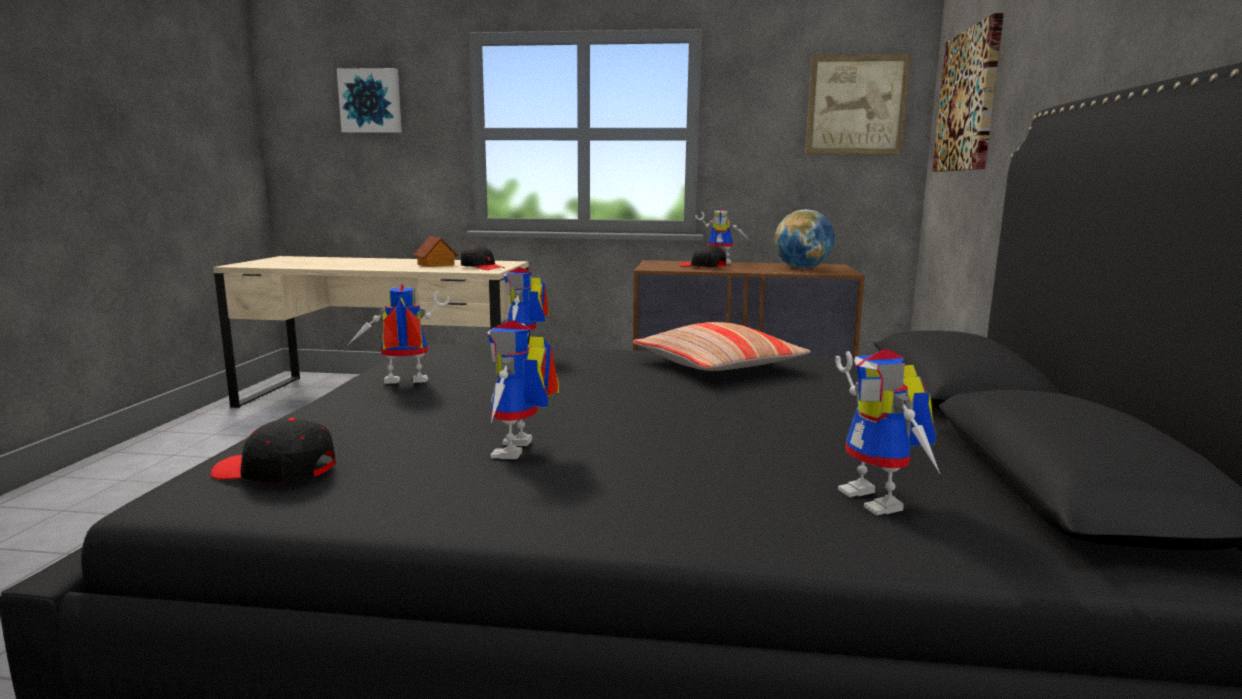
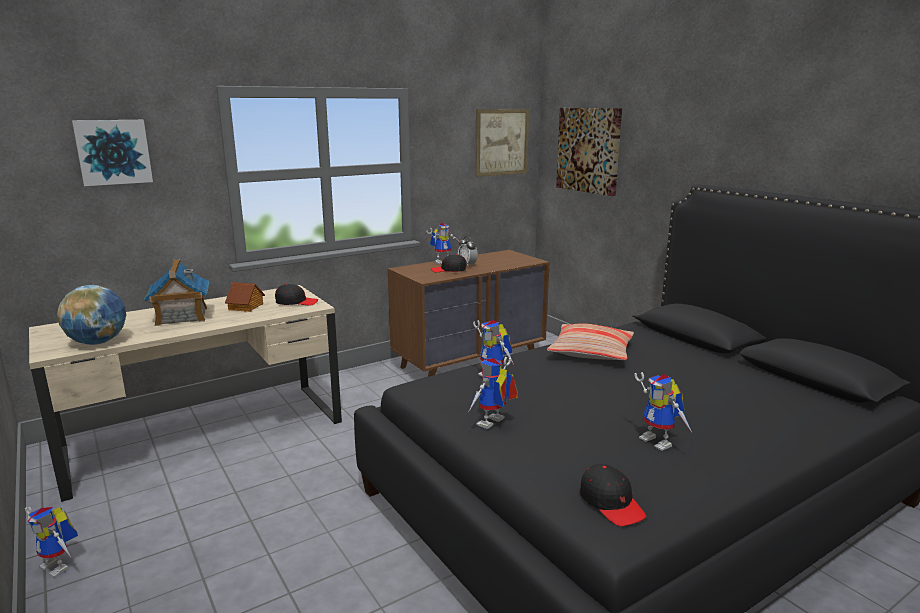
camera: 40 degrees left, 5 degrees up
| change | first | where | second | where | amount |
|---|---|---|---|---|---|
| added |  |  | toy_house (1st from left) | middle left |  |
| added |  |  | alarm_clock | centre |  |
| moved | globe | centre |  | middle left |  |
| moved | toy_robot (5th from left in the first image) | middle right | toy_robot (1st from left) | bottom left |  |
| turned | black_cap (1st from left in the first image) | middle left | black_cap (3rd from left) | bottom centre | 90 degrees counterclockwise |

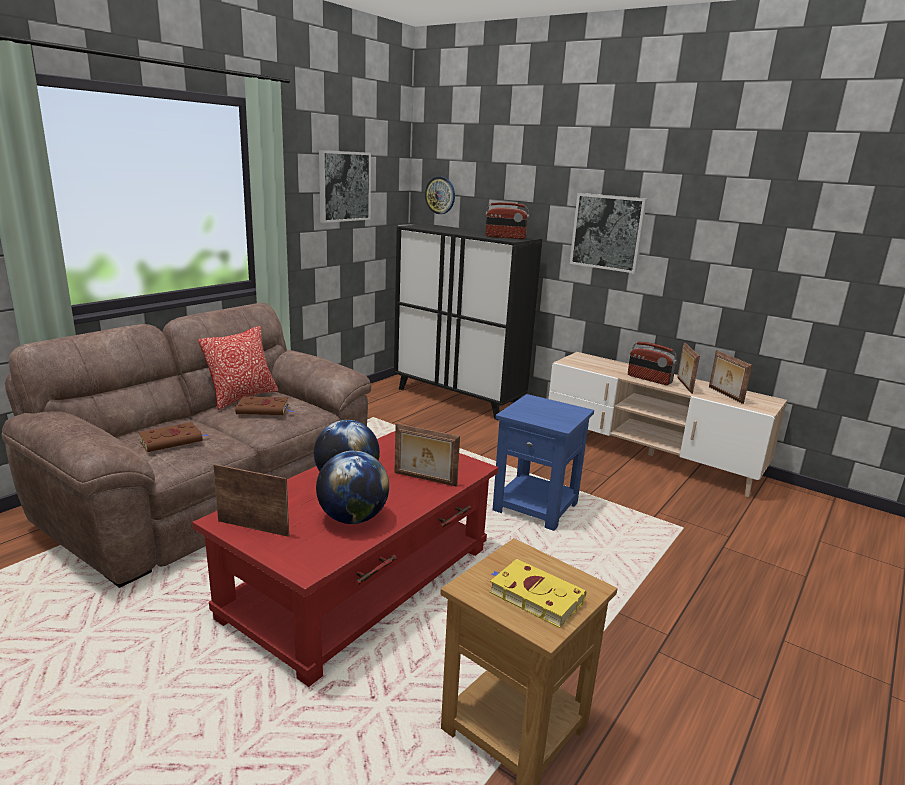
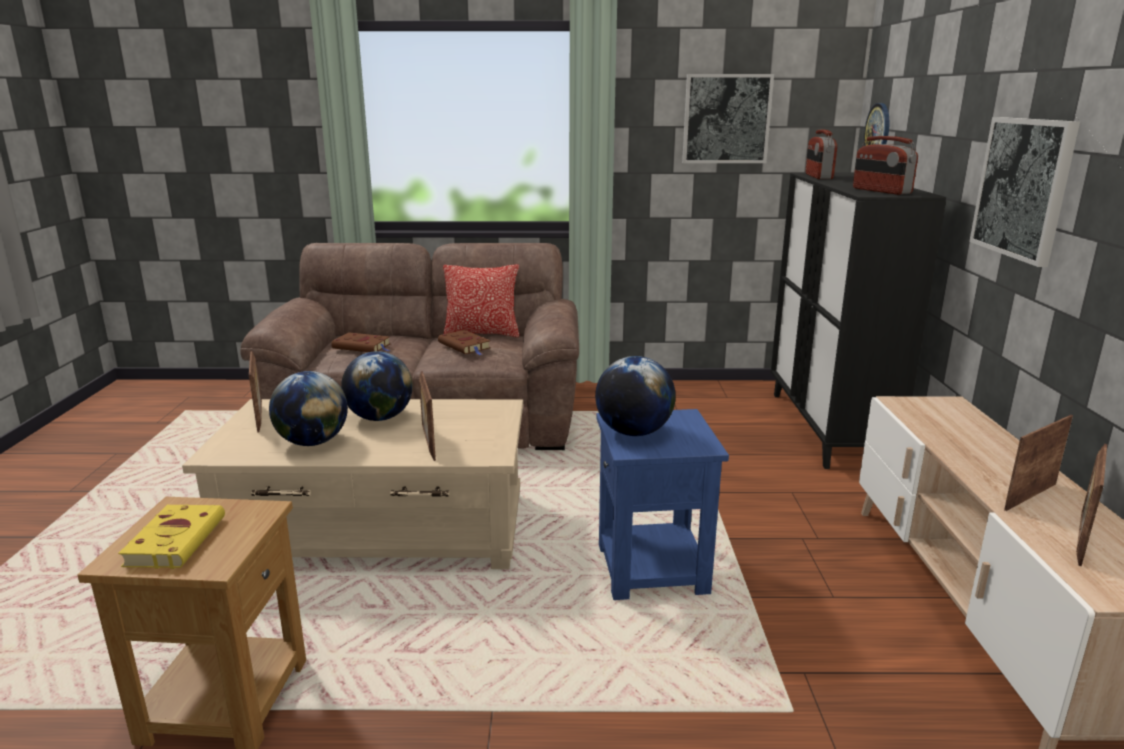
camera: 55 degrees right, 0 degrees up
| change | first | where | second | where | amount |
|---|---|---|---|---|---|
| added |  |  | globe (3rd from left) | centre |  |
| moved | radio (2nd from left in the first image) | middle right | radio (1st from left) | top right |  |
| recoloured | red_coffee_table | bottom centre | beige_coffee_table | middle left |  |

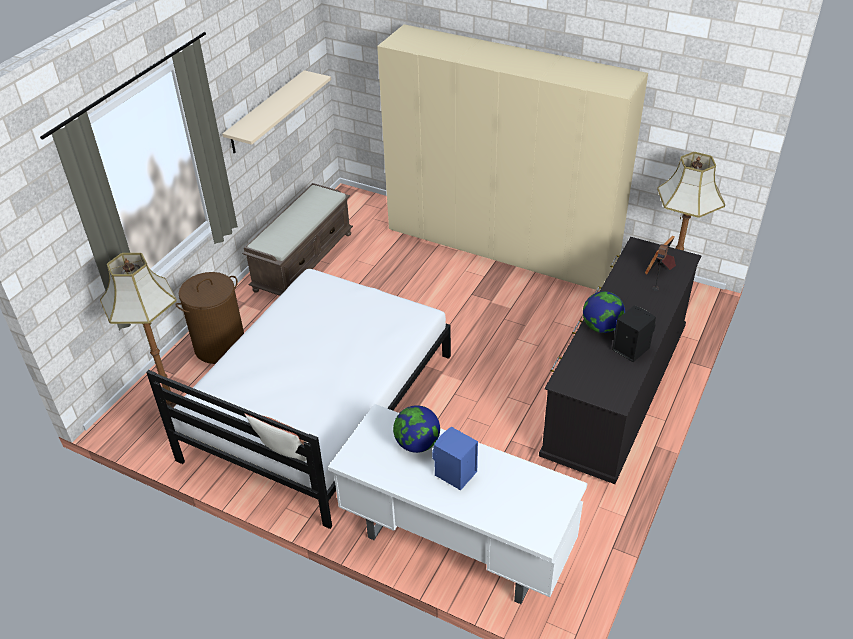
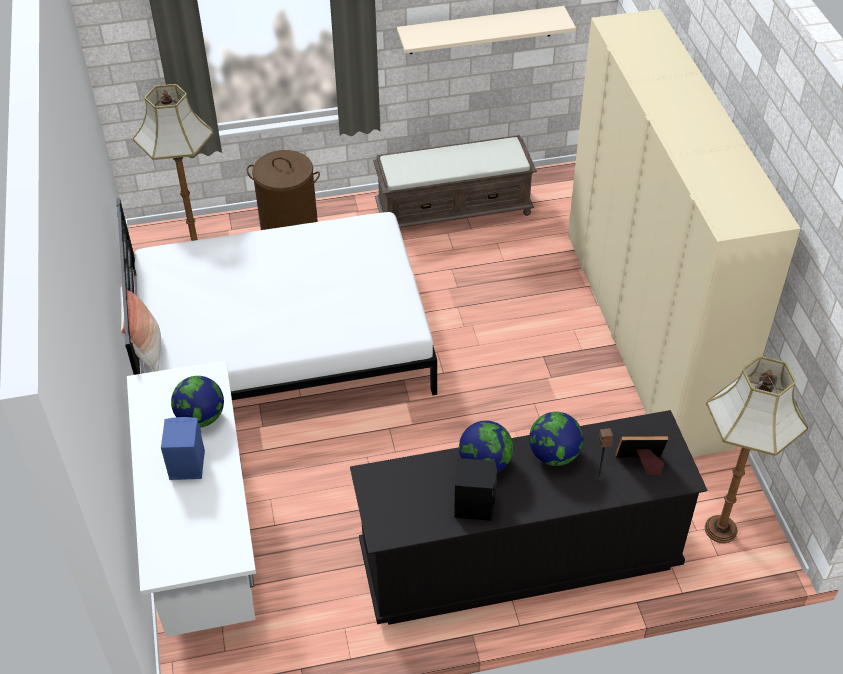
camera: 50 degrees right, 5 degrees up
| change | first | where | second | where | amount |
|---|---|---|---|---|---|
| added |  |  | globe (3rd from left) | centre |  |

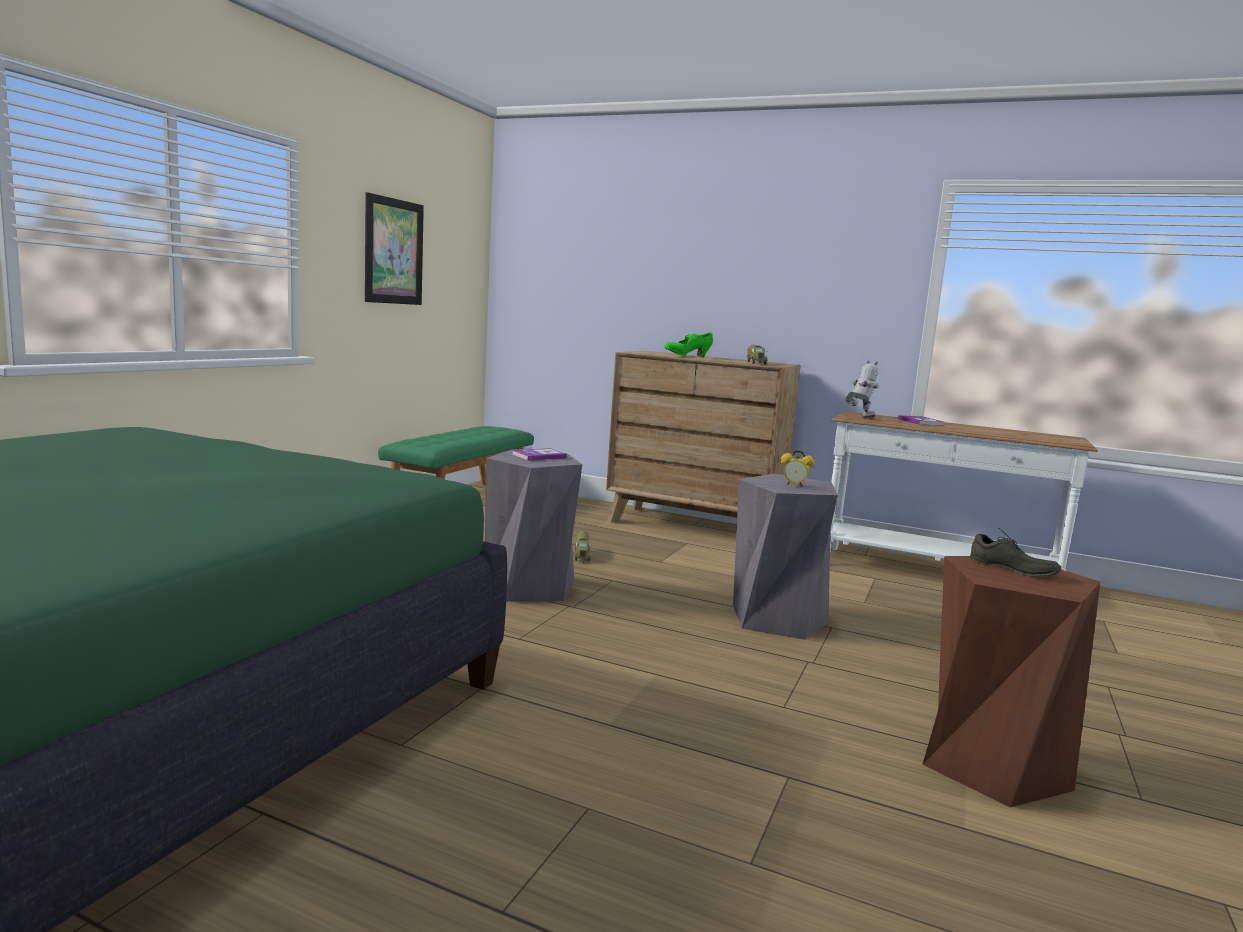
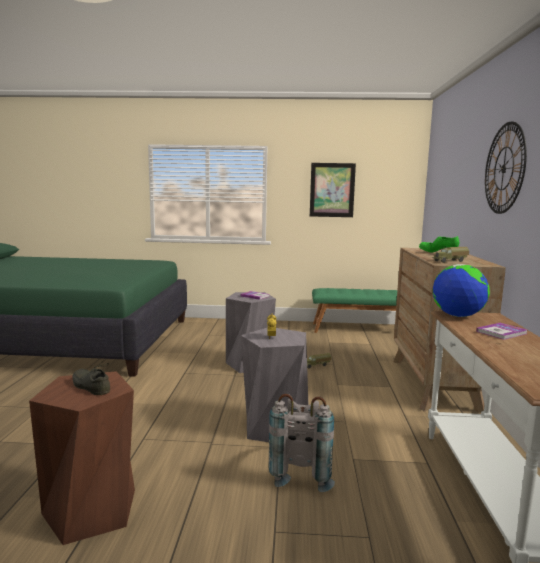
camera: 70 degrees right, 0 degrees up
| change | first | where | second | where | amount |
|---|---|---|---|---|---|
| added |  |  | grey_backpack | bottom centre |  |
| added |  |  | wall_clock | top right |  |
| replaced | toy_robot | middle right | globe | middle right |  |
| turned | grey_shoe | middle right |  | bottom left | 105 degrees clockwise |

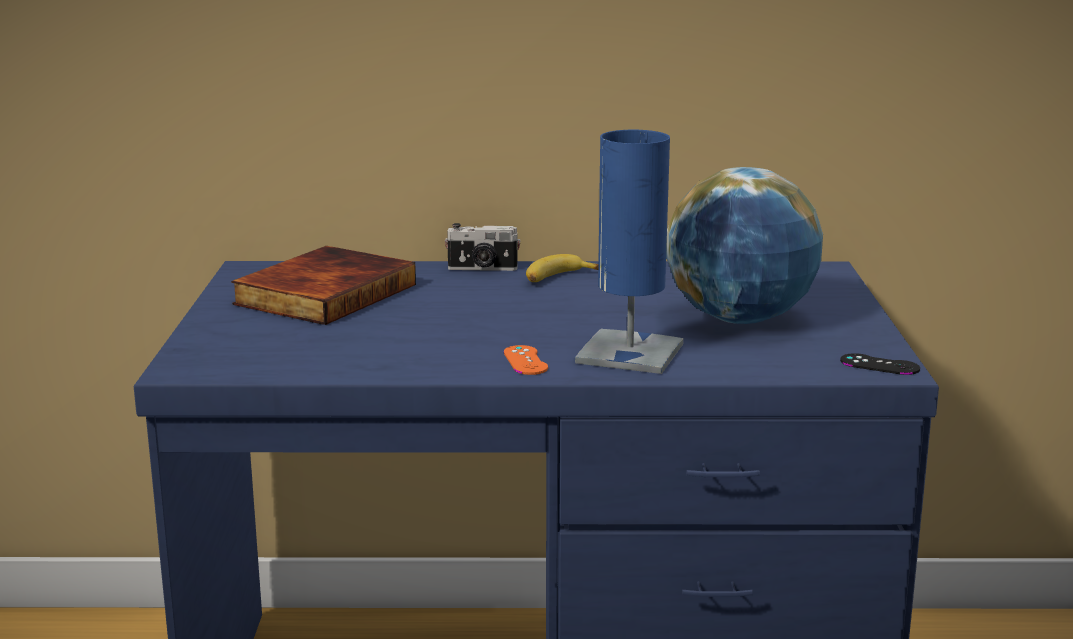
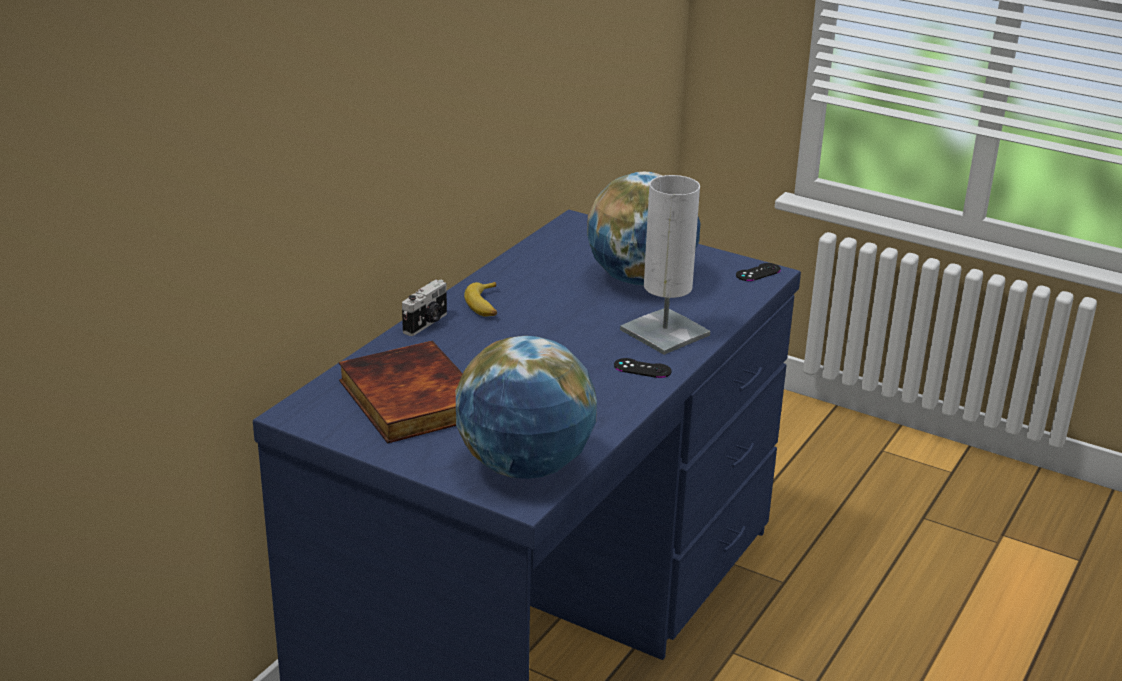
camera: 60 degrees left, 10 degrees up
| change | first | where | second | where | amount |
|---|---|---|---|---|---|
| added |  |  | globe (1st from left) | centre |  |
| recoloured | orange_game_controller | centre | black_game_controller (1st from left) | centre |  |
| recoloured | blue_table_lamp | centre | white_table_lamp | centre |  |

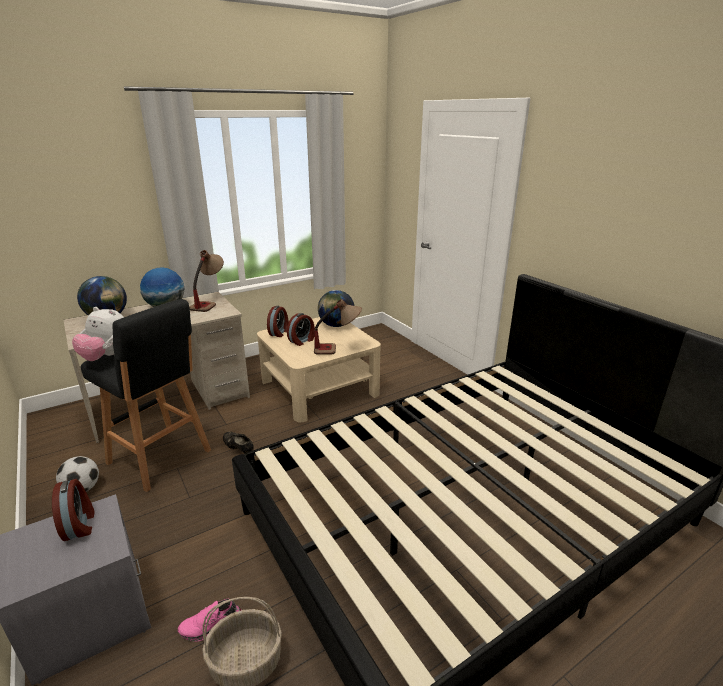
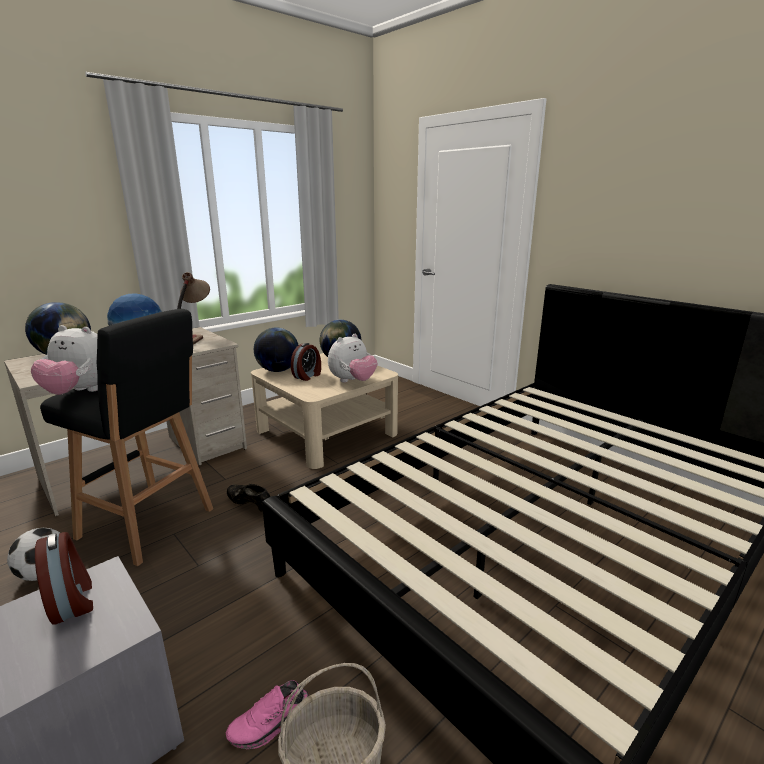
camera: 10 degrees left, 5 degrees down
| change | first | where | second | where | amount |
|---|---|---|---|---|---|
| replaced | alarm_clock (2nd from left) | centre | globe (3rd from left) | centre |  |
| replaced | table_lamp (2nd from left) | centre | plush_toy (2nd from left) | centre |  |

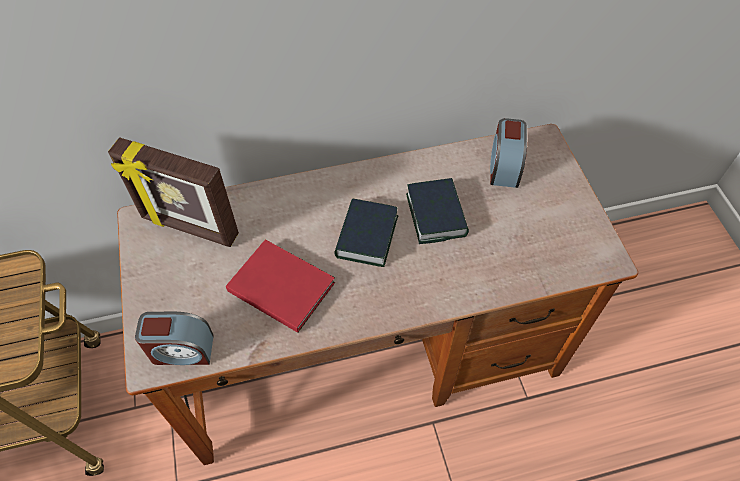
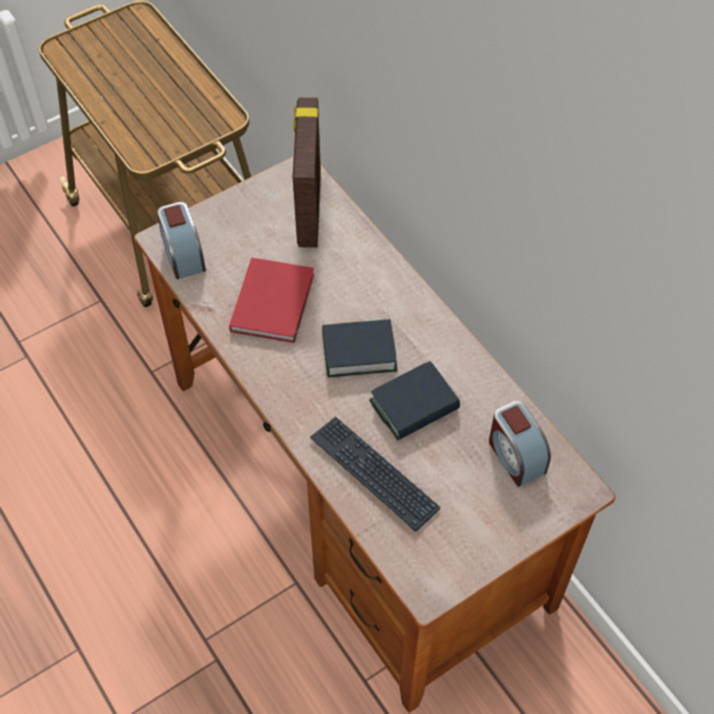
camera: 70 degrees right, 0 degrees up
| change | first | where | second | where | amount |
|---|---|---|---|---|---|
| added |  |  | keyboard | centre |  |
| turned | alarm_clock (2nd from left) | top right |  | middle right | 105 degrees counterclockwise |

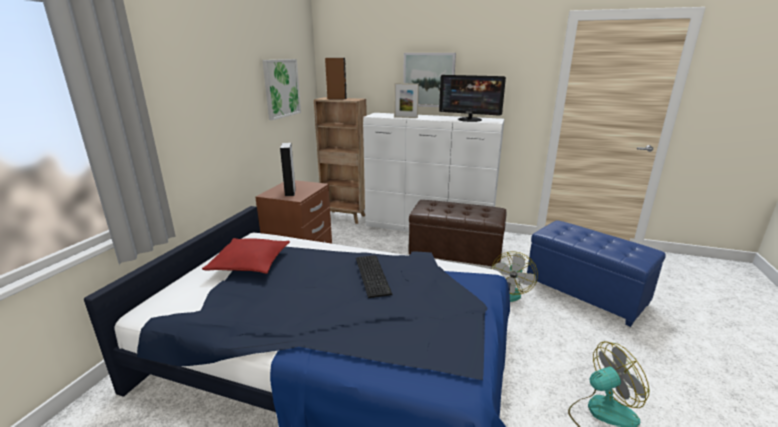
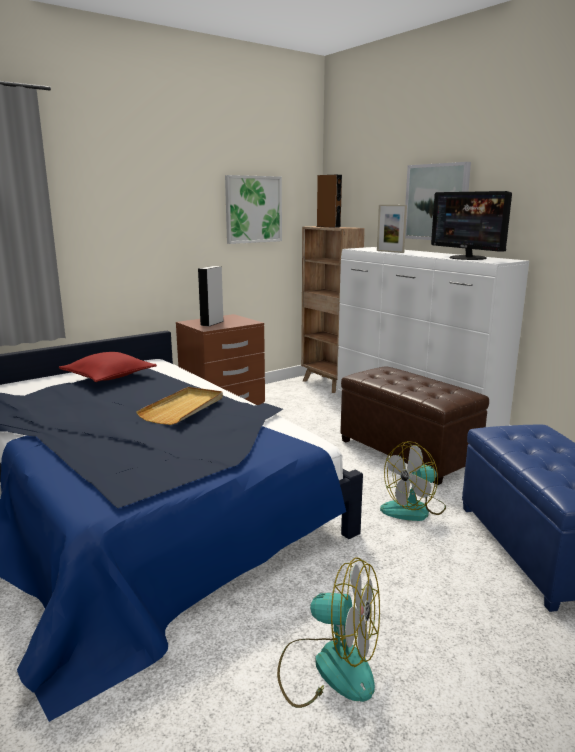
camera: 35 degrees right, 5 degrees down
| change | first | where | second | where | amount |
|---|---|---|---|---|---|
| replaced | keyboard | centre | beige_tray | middle left |  |

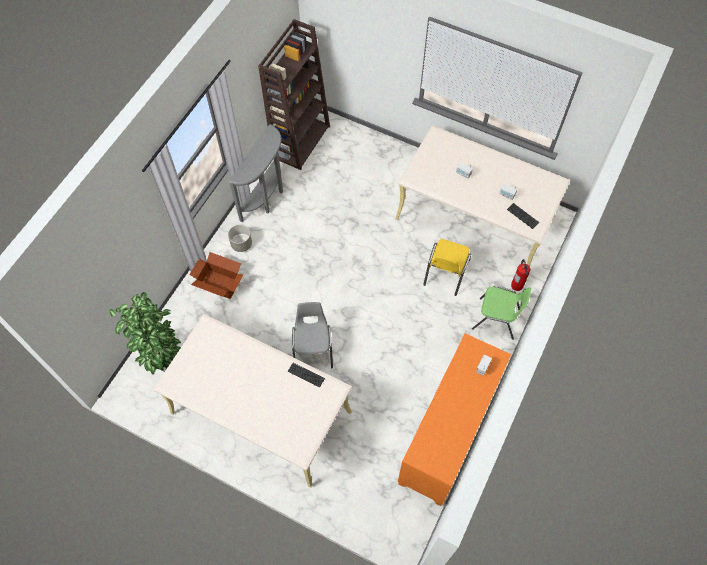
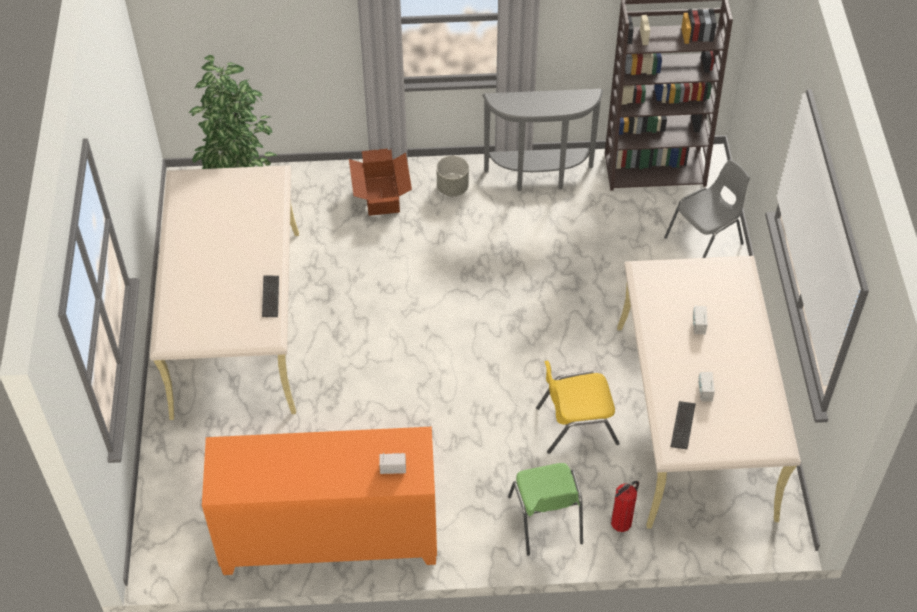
camera: 60 degrees right, 10 degrees down
| change | first | where | second | where | amount |
|---|---|---|---|---|---|
| moved | grey_chair | centre |  | middle right |  |

